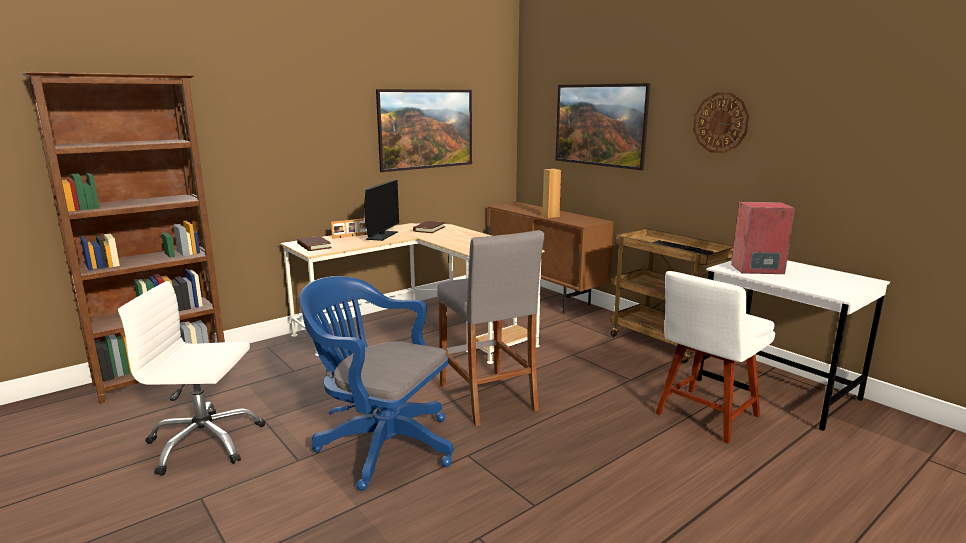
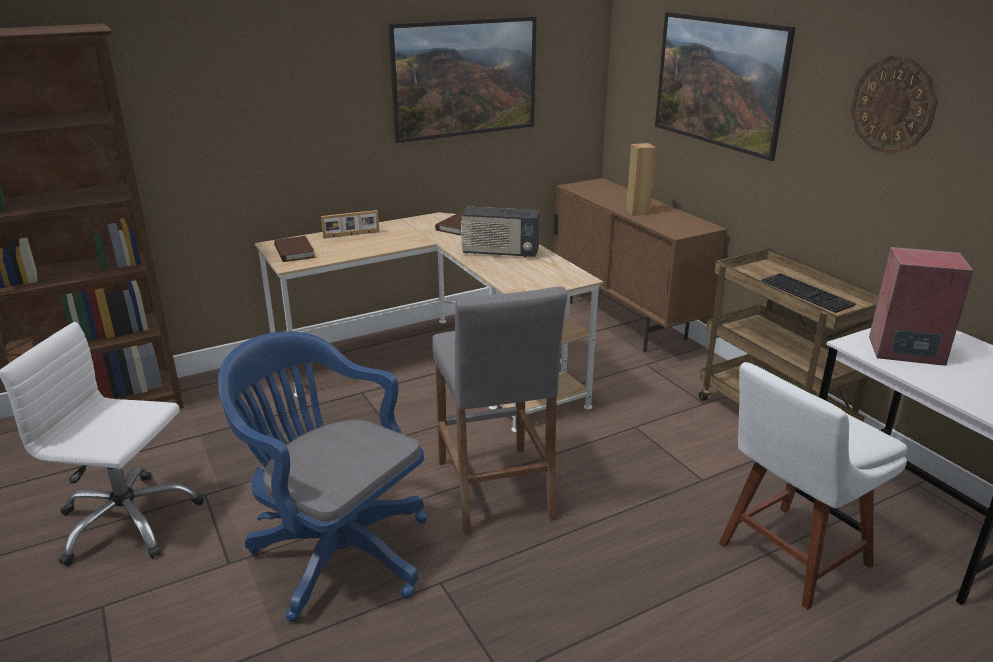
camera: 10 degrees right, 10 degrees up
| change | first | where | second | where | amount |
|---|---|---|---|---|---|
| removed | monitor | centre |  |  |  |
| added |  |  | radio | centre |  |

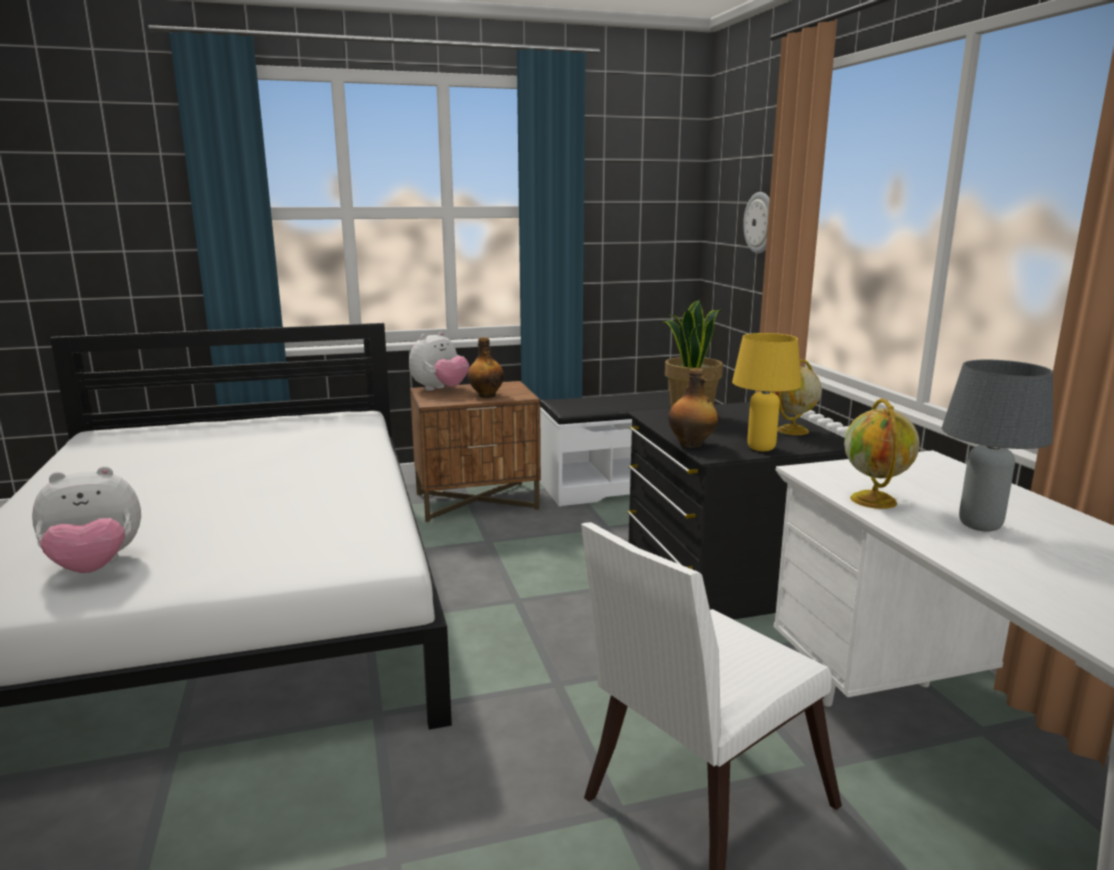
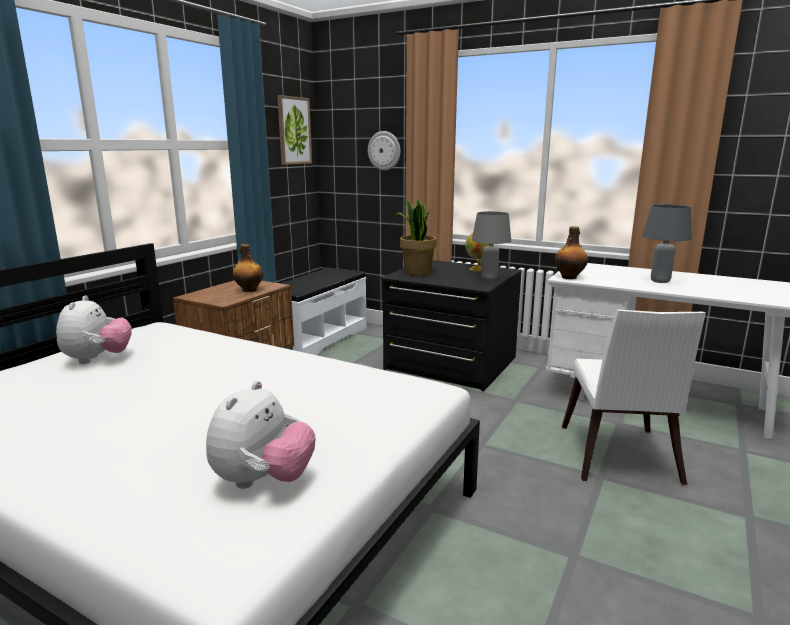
camera: 45 degrees left, 0 degrees up
| change | first | where | second | where | amount |
|---|---|---|---|---|---|
| removed | globe (2nd from left) | middle right |  |  |  |
| added |  |  | picture | top centre |  |
| moved | plush_toy (2nd from left in the first image) | centre | plush_toy (1st from left) | middle left |  |
| moved | bottle (2nd from left) | centre |  | middle right |  |
| recoloured | yellow_table_lamp | middle right | grey_table_lamp (1st from left) | centre |  |

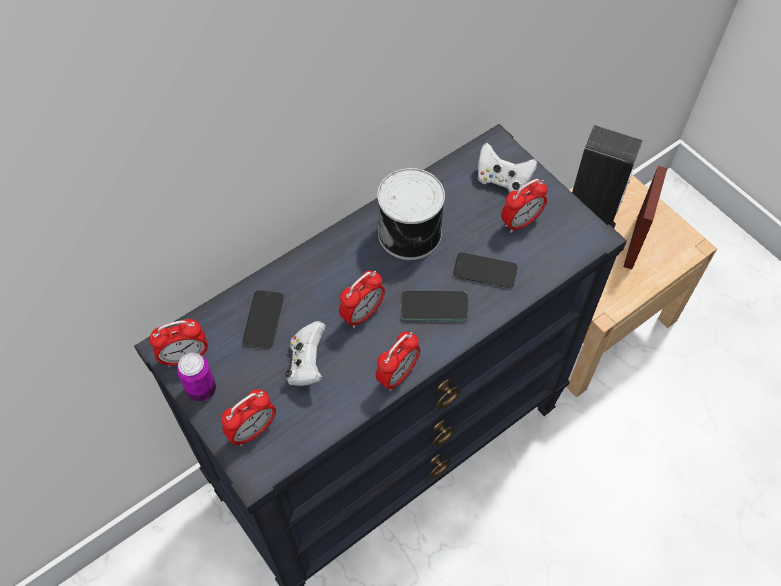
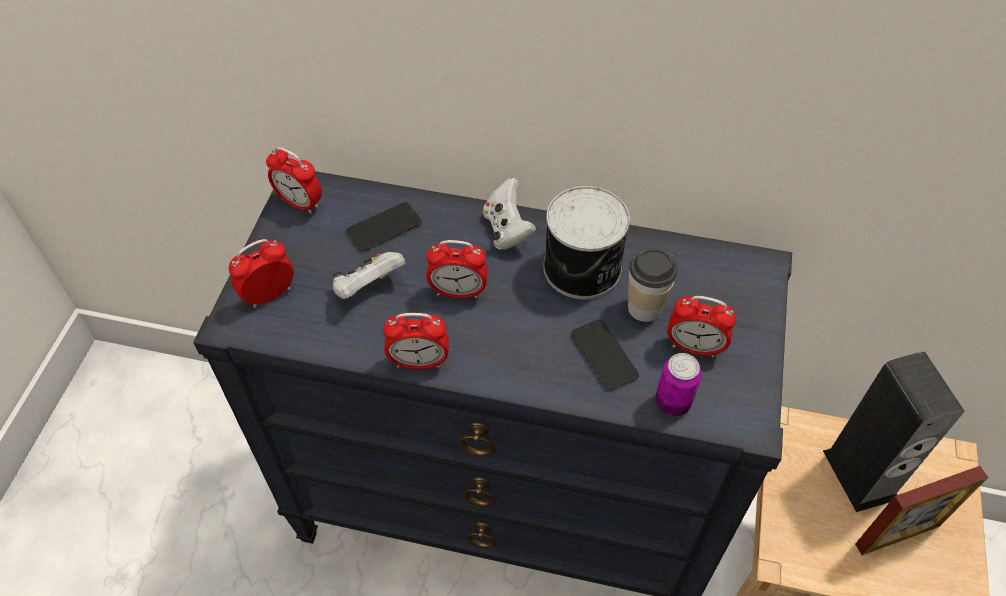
camera: 50 degrees right, 5 degrees down
| change | first | where | second | where | amount |
|---|---|---|---|---|---|
| removed | phone (2nd from left) | centre |  |  |  |
| added |  |  | cup | centre |  |
| moved | can (1st from left in the first image) | middle left | can (2nd from left) | middle right |  |
| moved | white_game_controller (2nd from left) | top centre |  | centre |  |
| turned | alarm_clock (2nd from left in the first image) | bottom left | alarm_clock (1st from left) | middle left | 135 degrees clockwise |

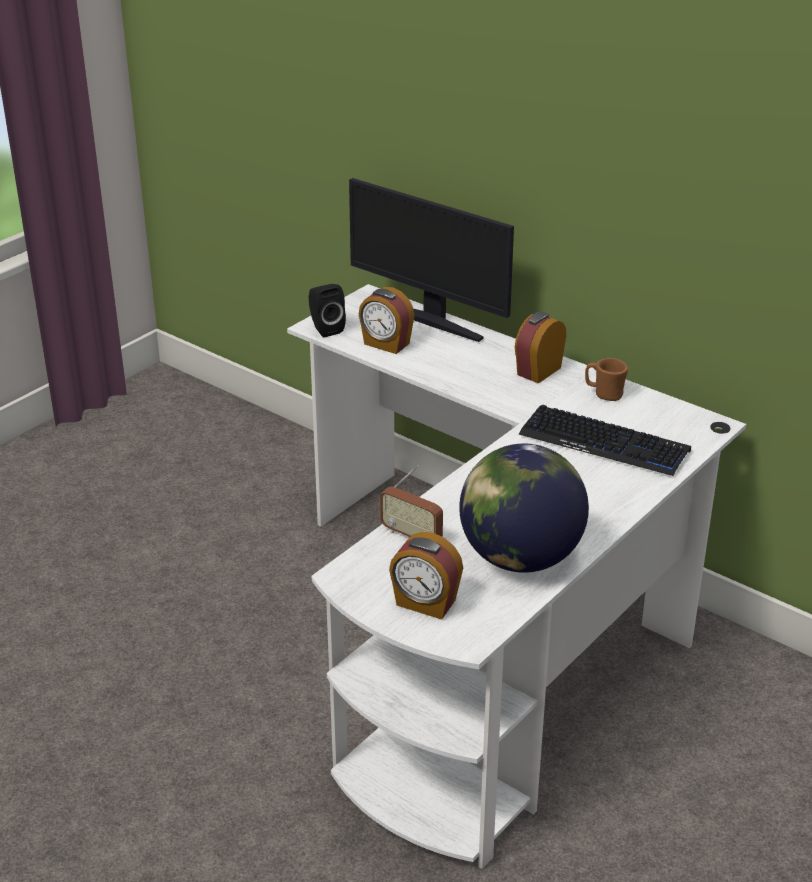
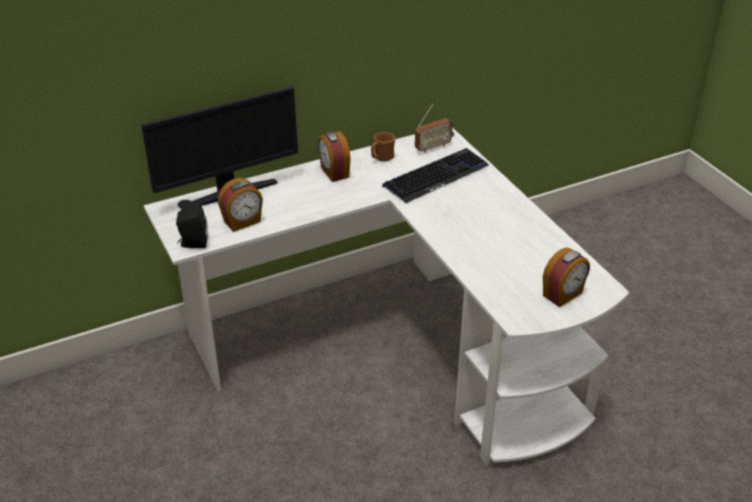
camera: 65 degrees left, 5 degrees up
| change | first | where | second | where | amount |
|---|---|---|---|---|---|
| removed | globe | centre |  |  |  |
| moved | radio | centre |  | top centre |  |

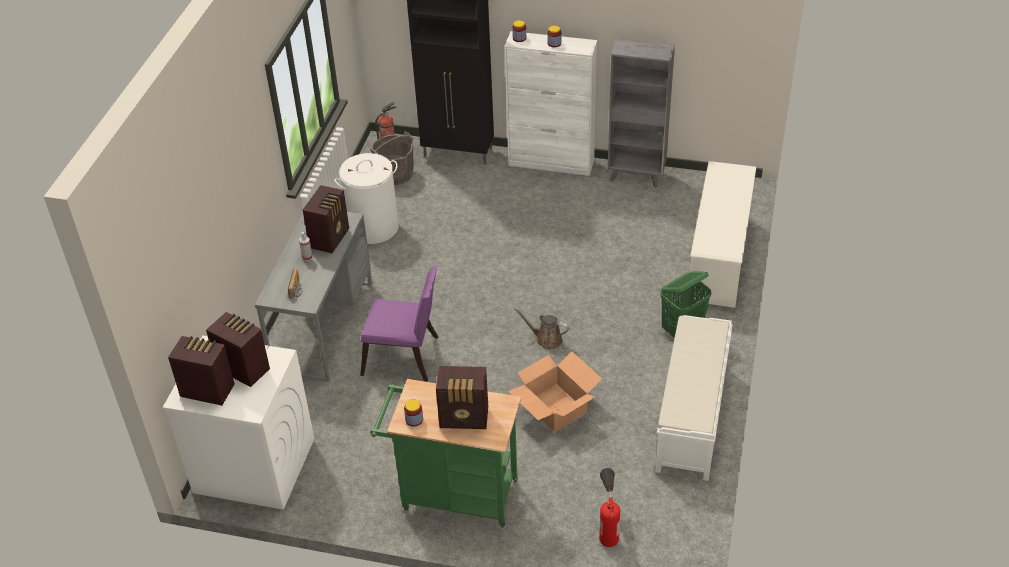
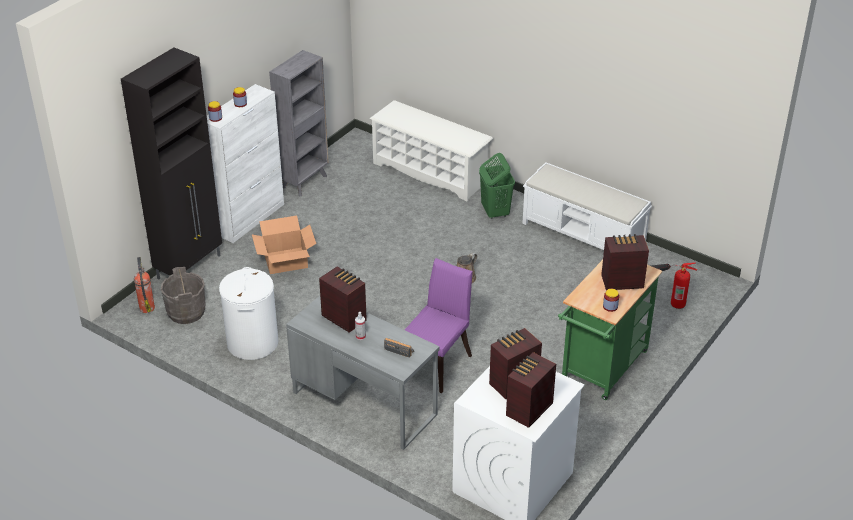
camera: 70 degrees left, 5 degrees down
| change | first | where | second | where | amount |
|---|---|---|---|---|---|
| moved | cardboard_box | bottom centre |  | middle left |  |
| turned | radio (5th from left) | bottom centre |  | middle right | 120 degrees counterclockwise |

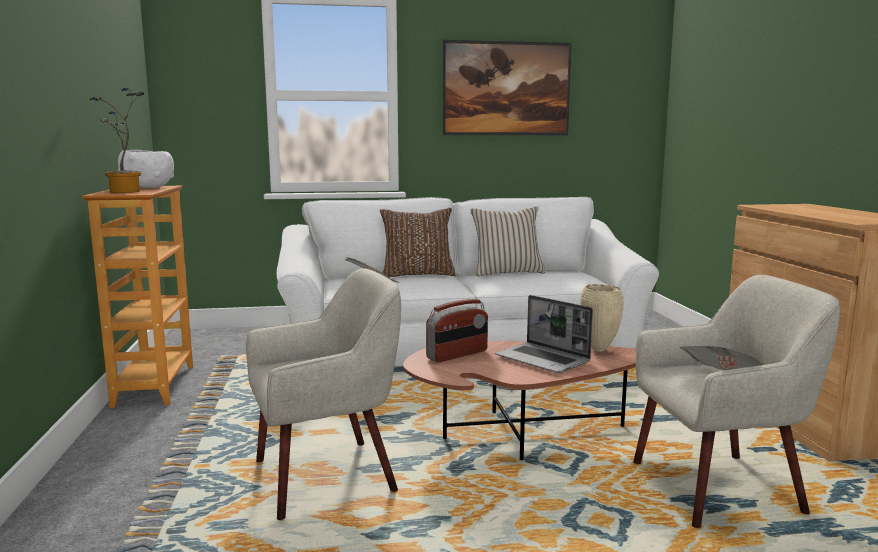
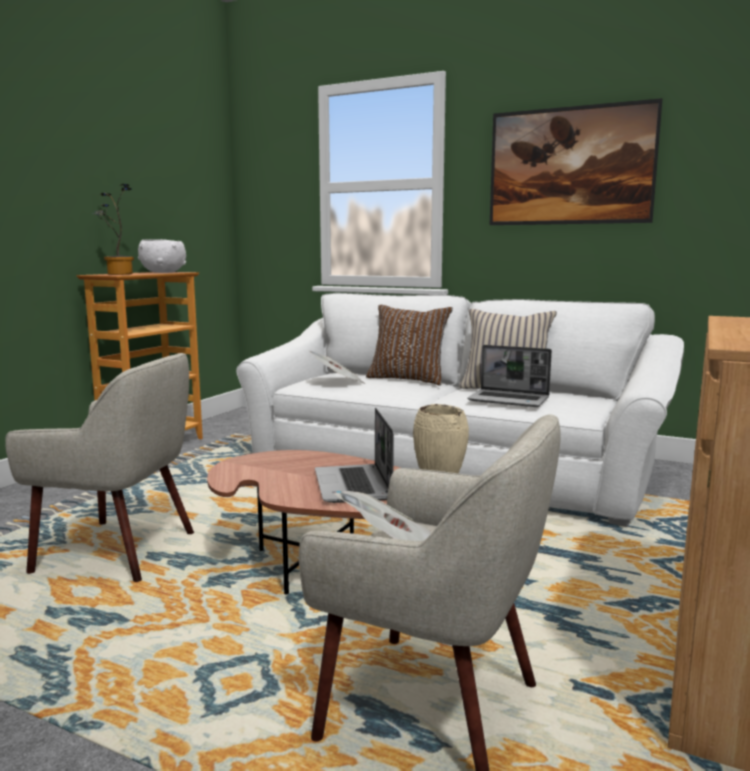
camera: 35 degrees right, 0 degrees up
| change | first | where | second | where | amount |
|---|---|---|---|---|---|
| removed | radio | centre |  |  |  |
| added |  |  | laptop (2nd from left) | middle right |  |

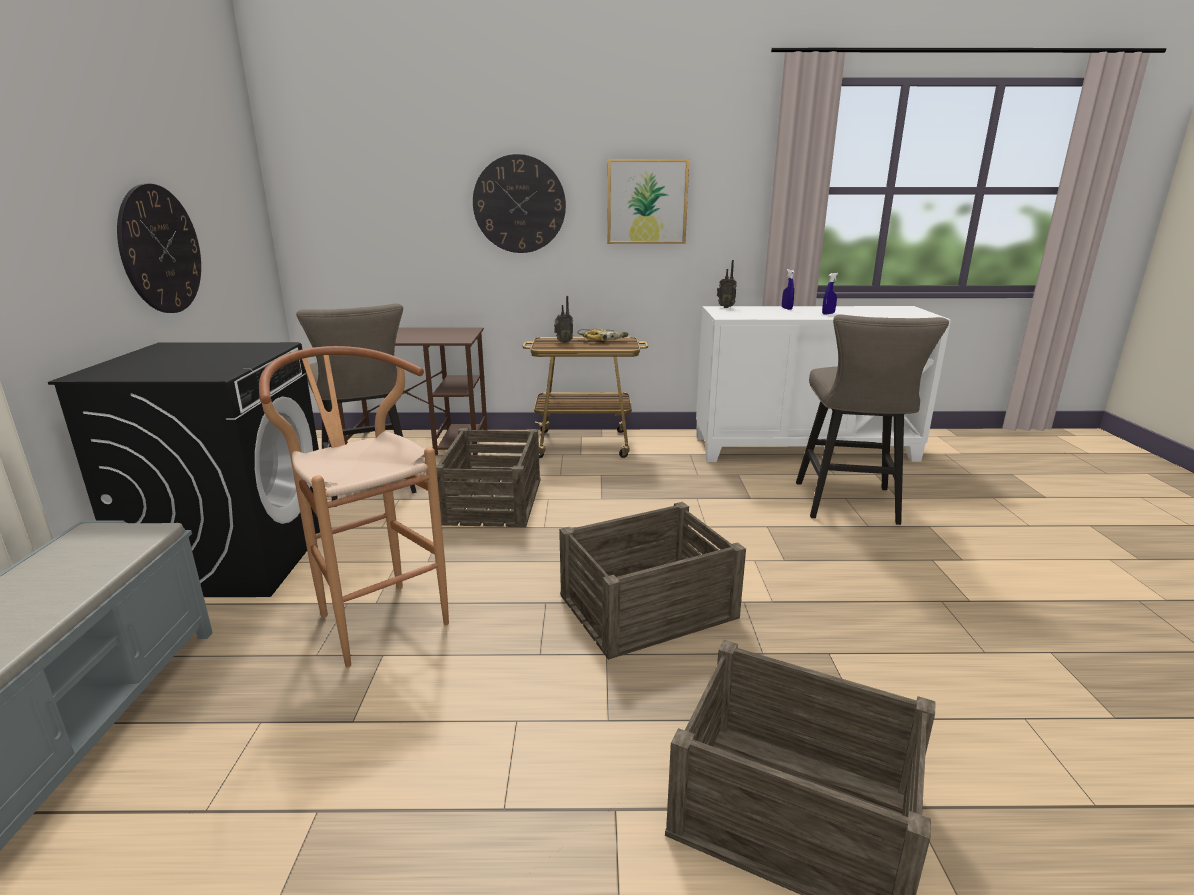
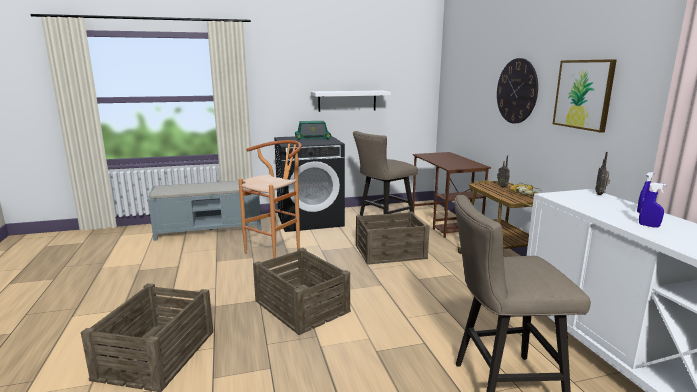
camera: 75 degrees right, 5 degrees down
| change | first | where | second | where | amount |
|---|---|---|---|---|---|
| added |  |  | radio (1st from left) | top centre |  |
| replaced | wall_clock (1st from left) | top left | white_shelf | top centre |  |

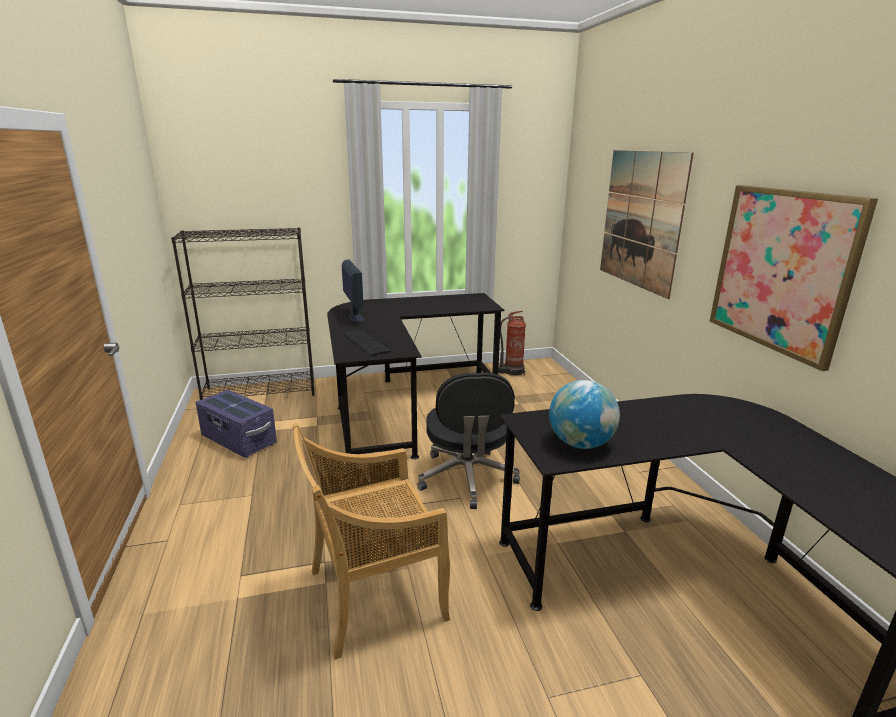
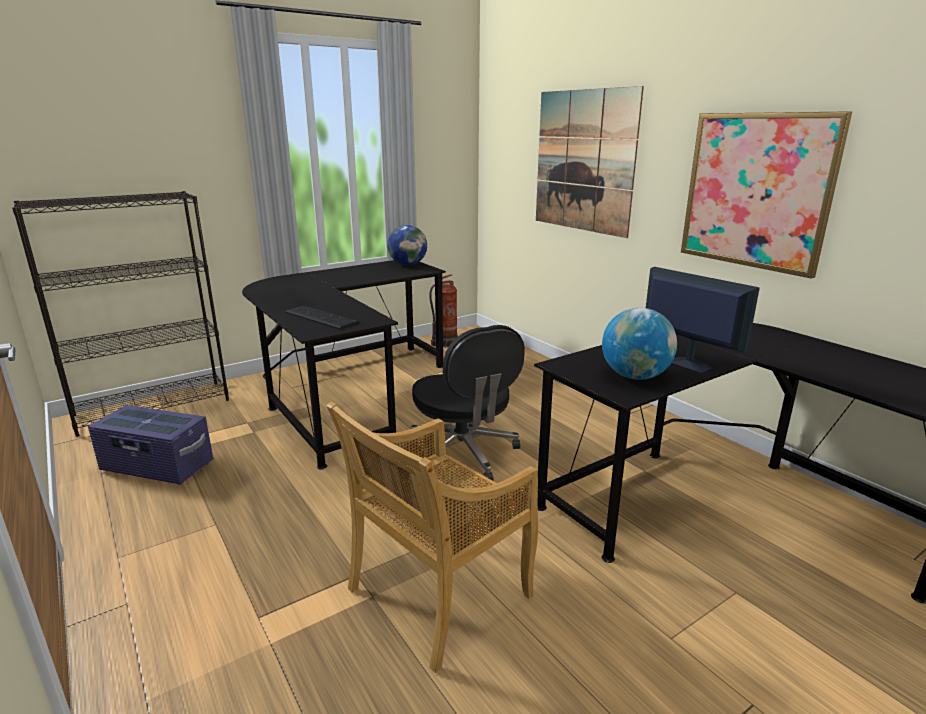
camera: 20 degrees left, 0 degrees up
| change | first | where | second | where | amount |
|---|---|---|---|---|---|
| added |  |  | globe (1st from left) | centre |  |
| moved | monitor | centre |  | middle right |  |

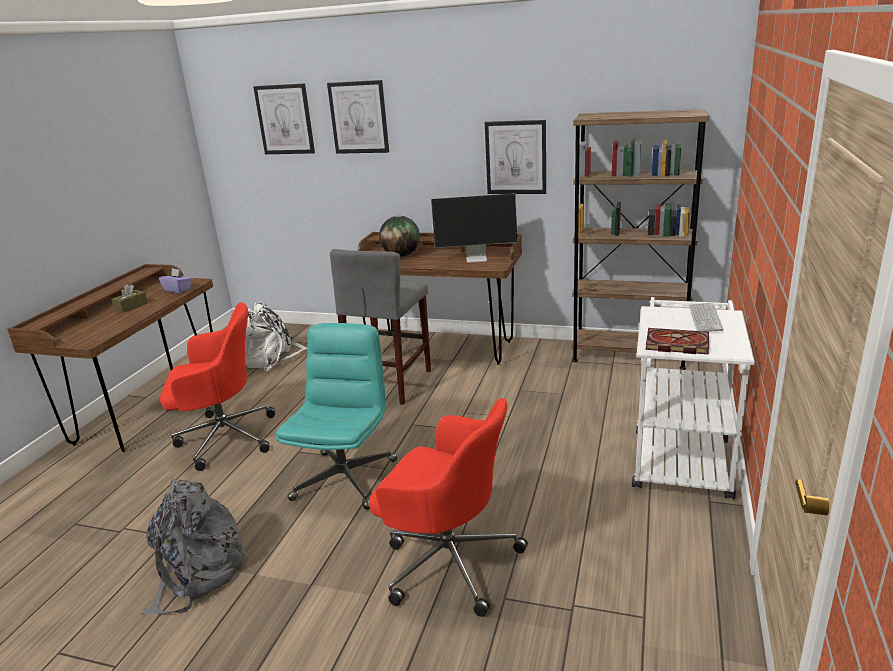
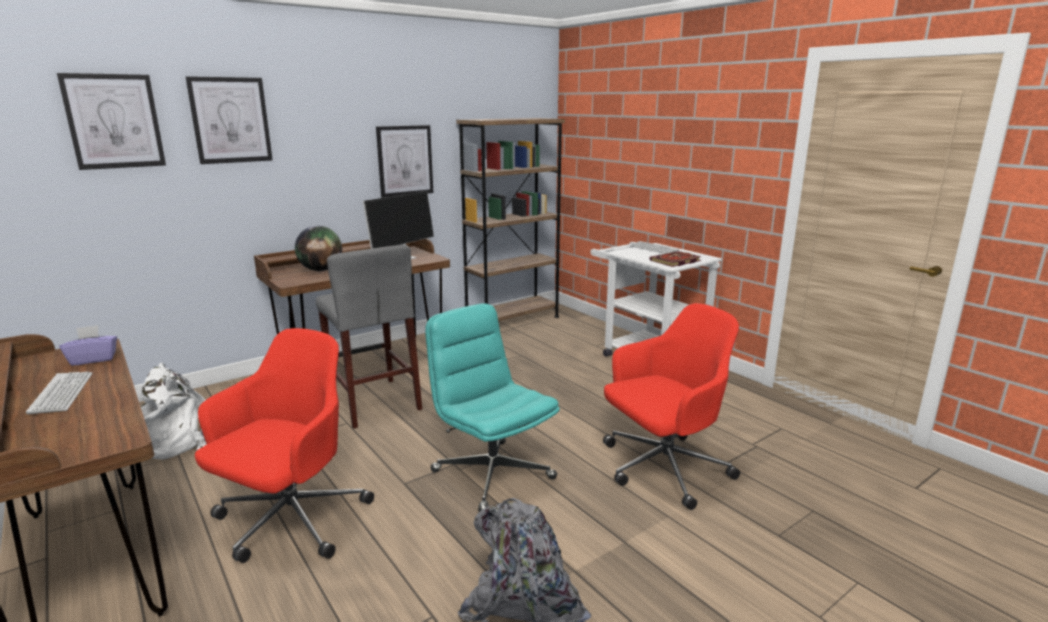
camera: 55 degrees left, 5 degrees down
| change | first | where | second | where | amount |
|---|---|---|---|---|---|
| replaced | brown_tissue_box | middle left | keyboard (1st from left) | middle left |  |

